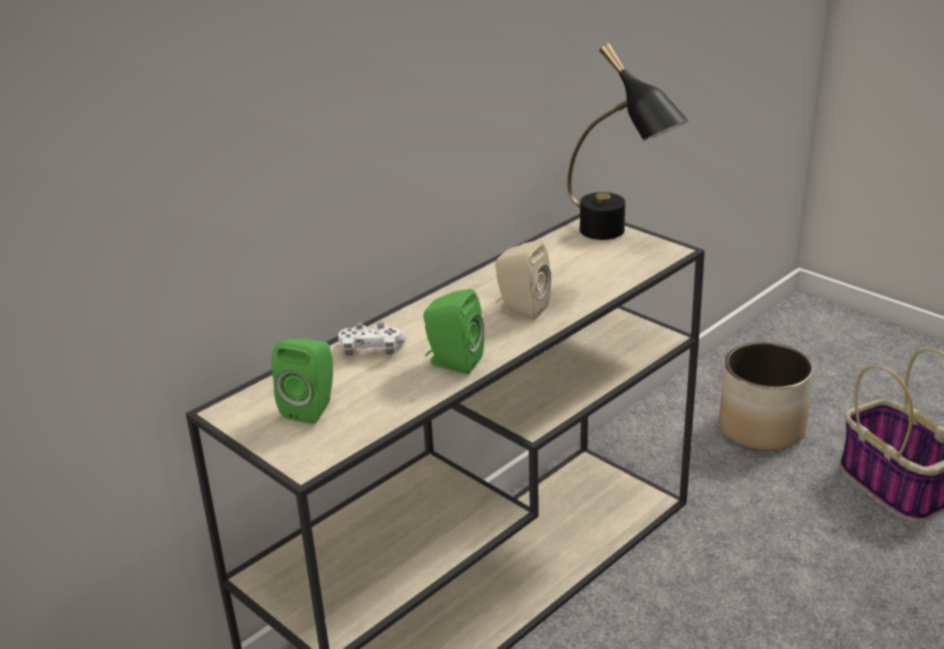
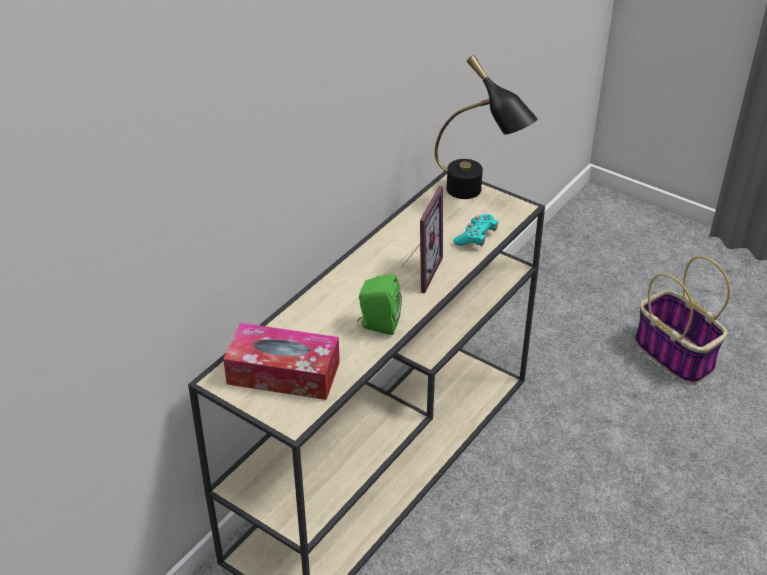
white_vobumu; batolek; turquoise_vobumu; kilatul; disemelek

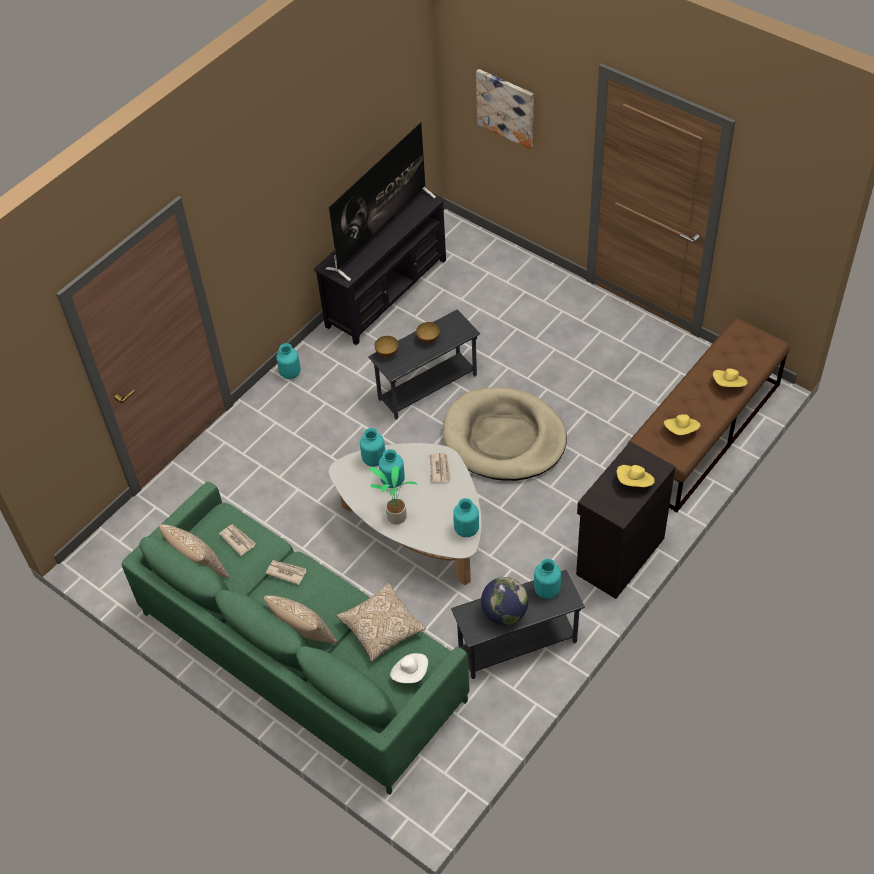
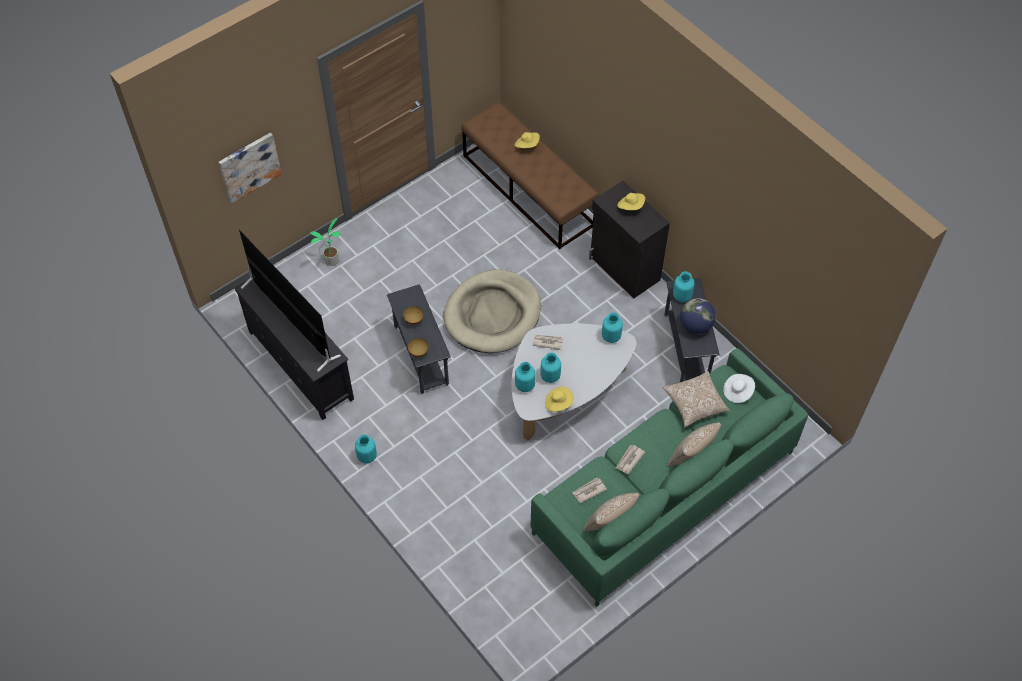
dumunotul; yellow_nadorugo (no. 2 from left)

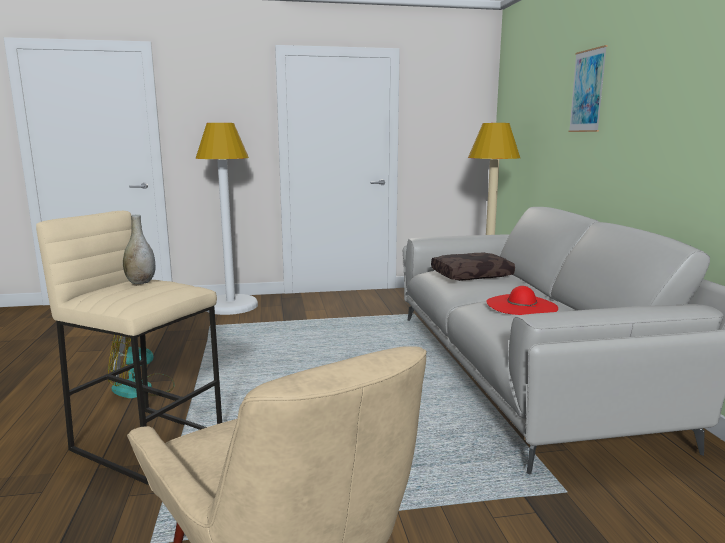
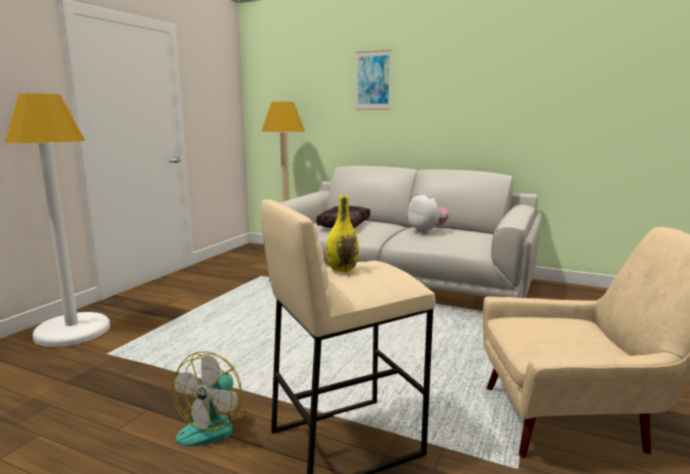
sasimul; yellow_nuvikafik

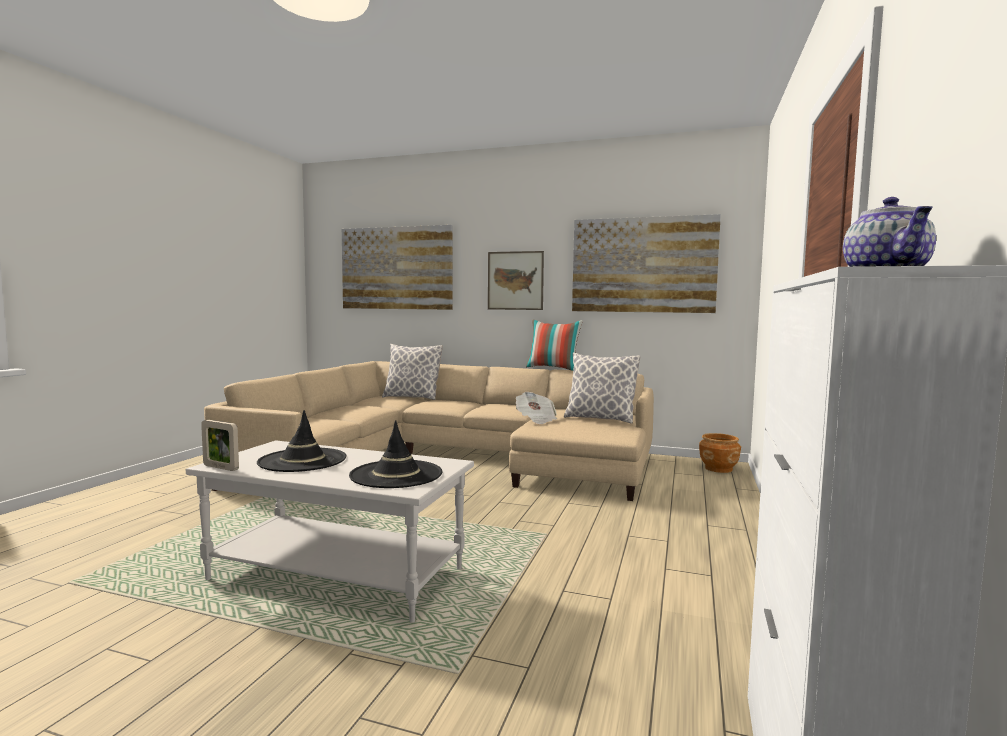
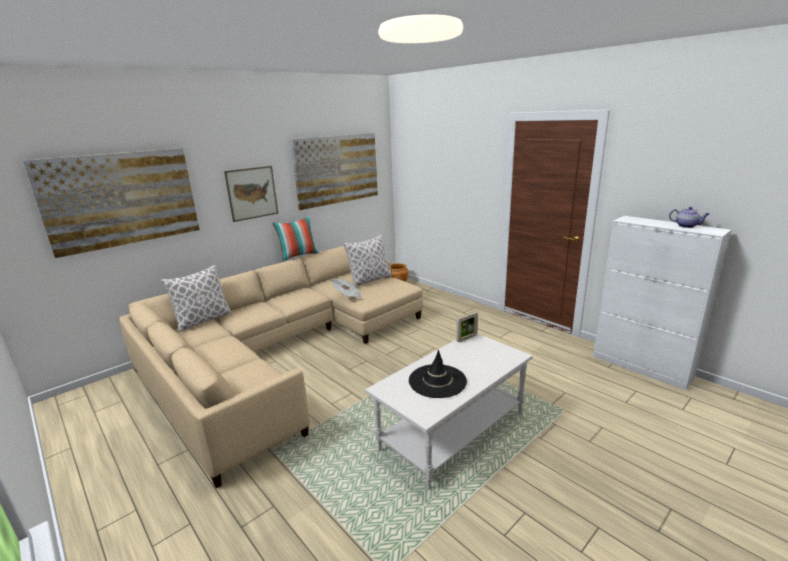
black_nadorugo (no. 2 from left in the first image); disemelek

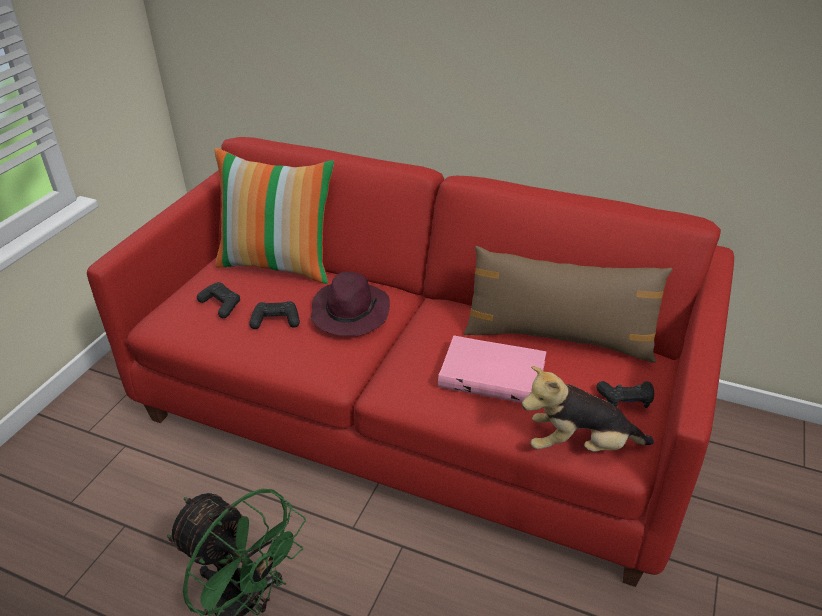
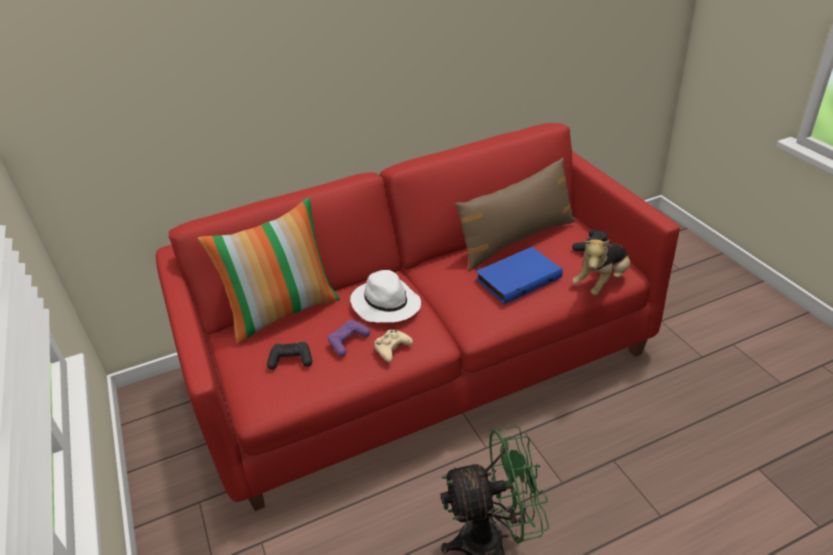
beige_vobumu; purple_vobumu; white_nadorugo; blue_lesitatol

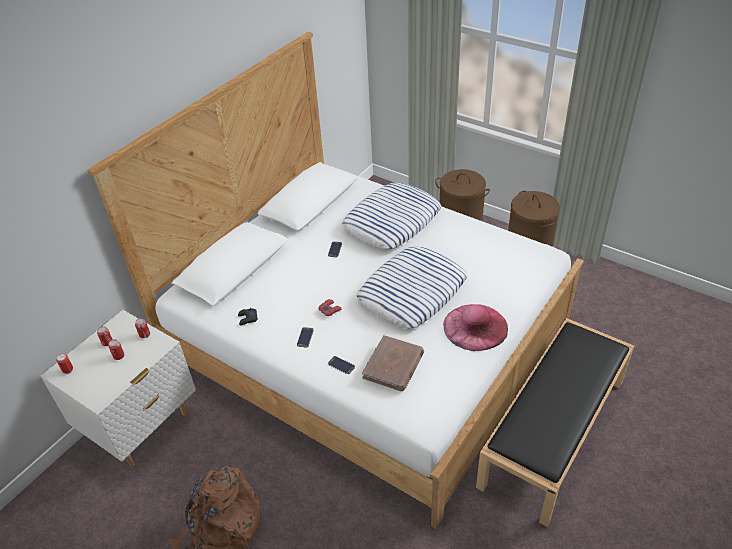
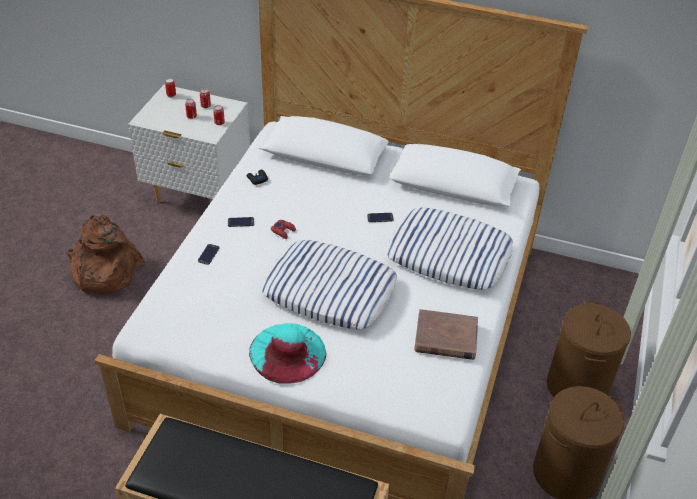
brown_lesitatol; turquoise_nadorugo

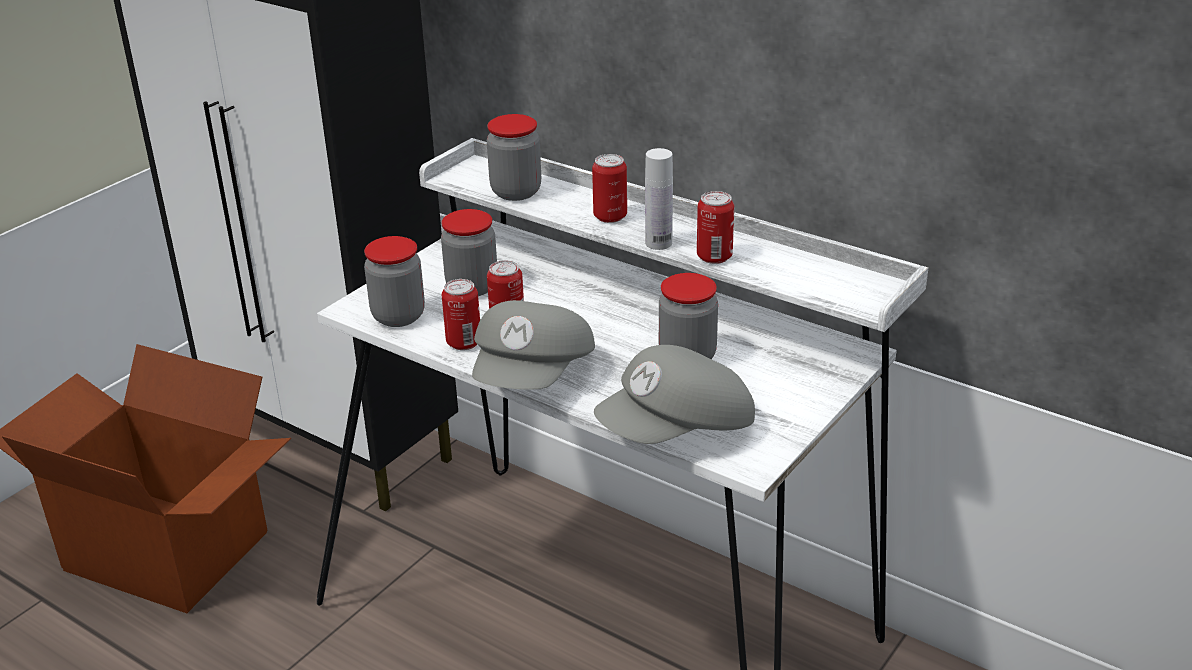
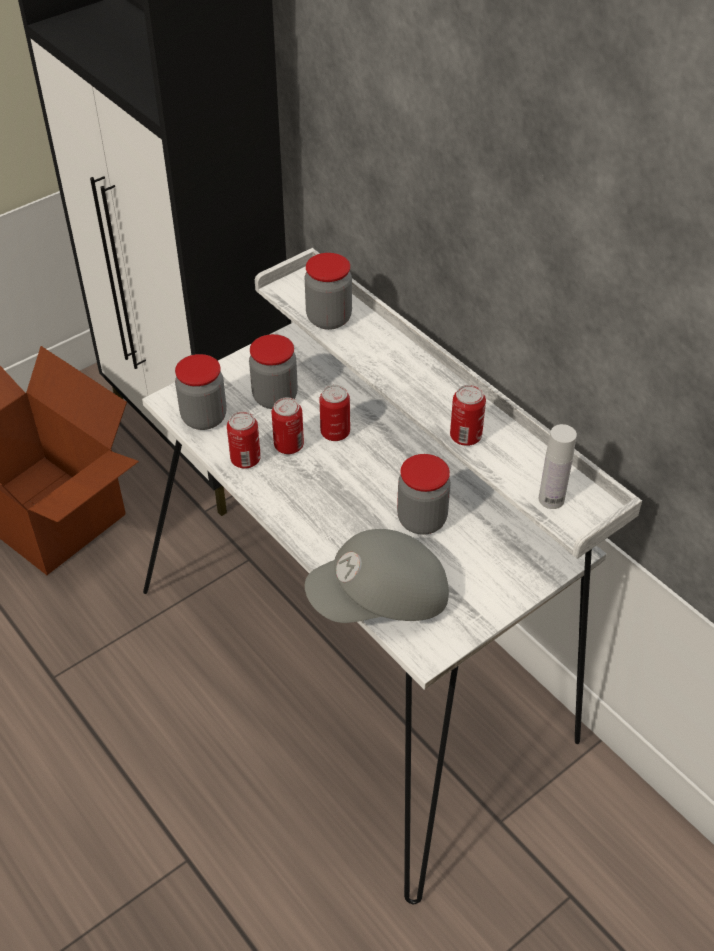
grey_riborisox (no. 1 from left in the first image); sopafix (no. 3 from left); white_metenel

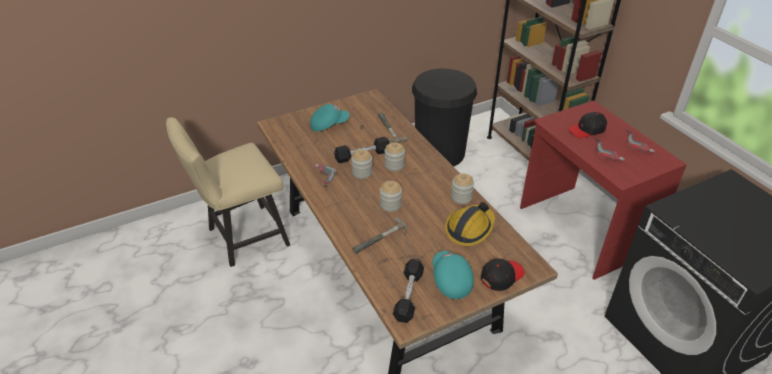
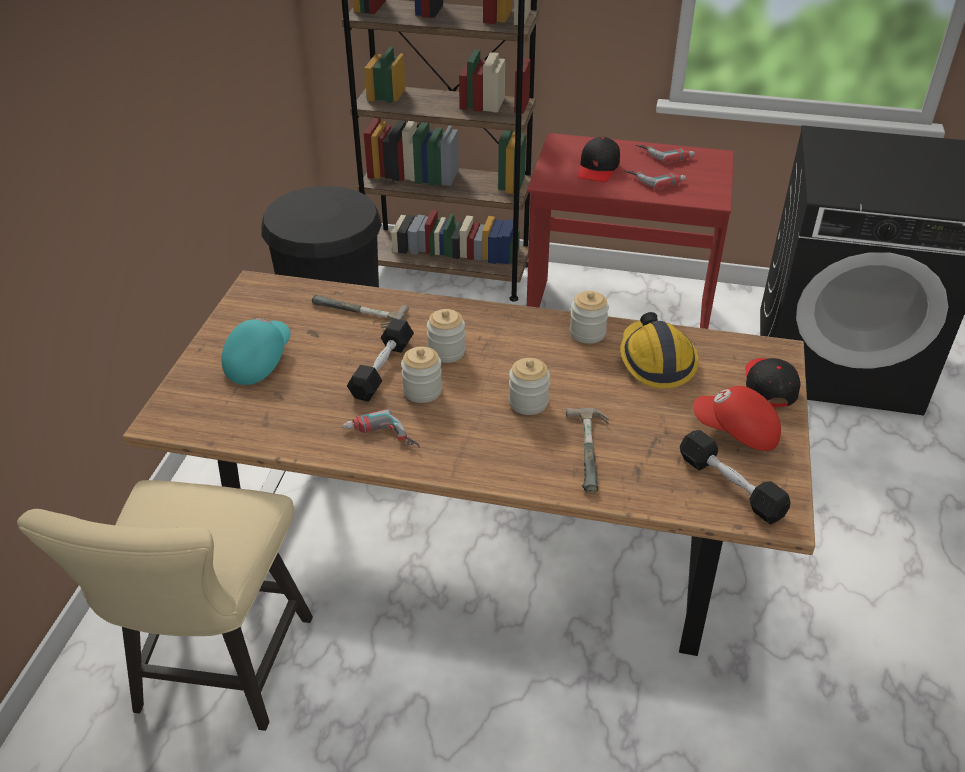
red_riborisox

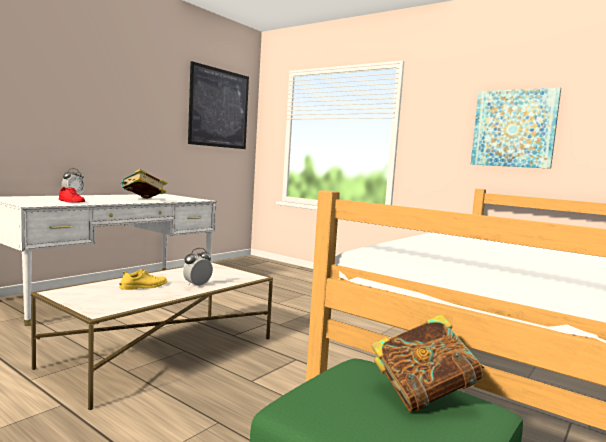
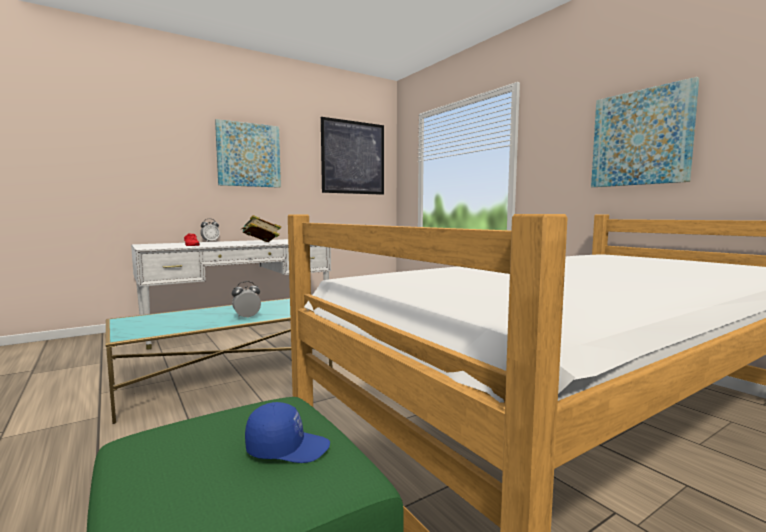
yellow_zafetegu; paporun (no. 1 from left); blue_riborisox; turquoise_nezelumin

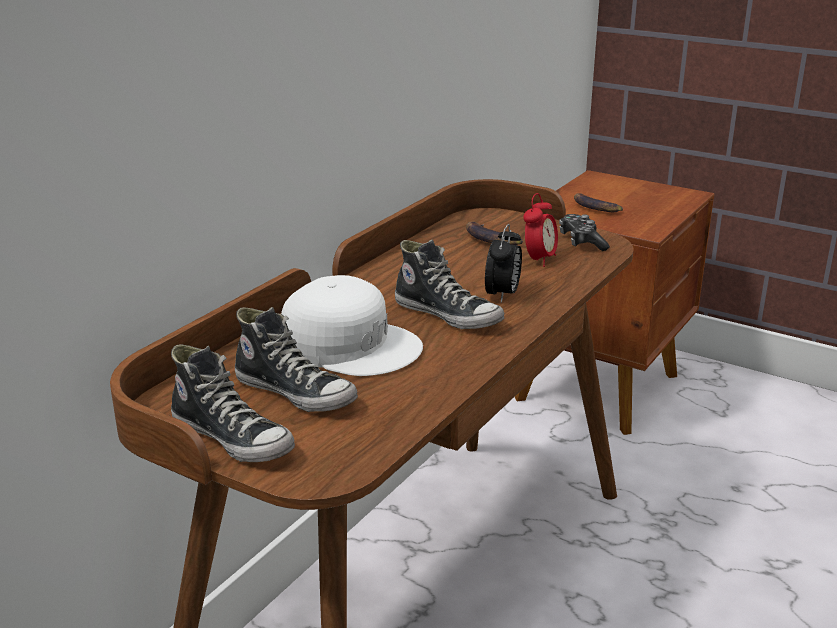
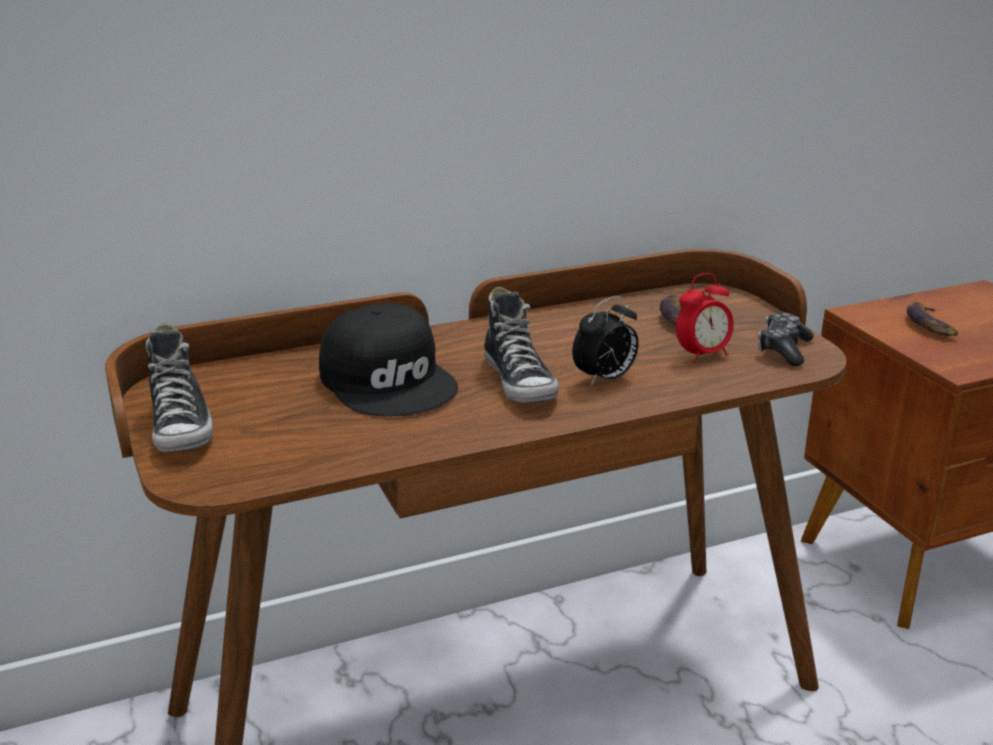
zafetegu (no. 2 from left in the first image); black_riborisox

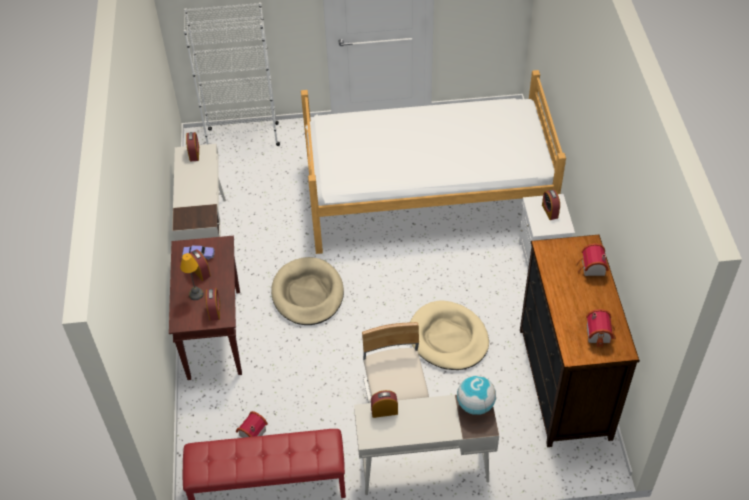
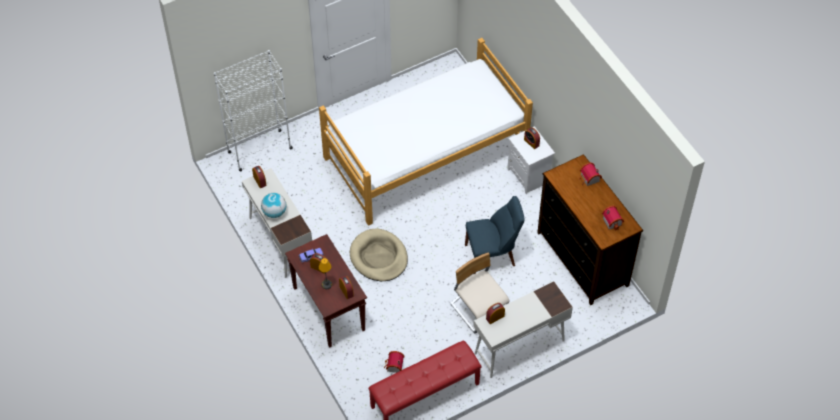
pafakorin; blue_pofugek

